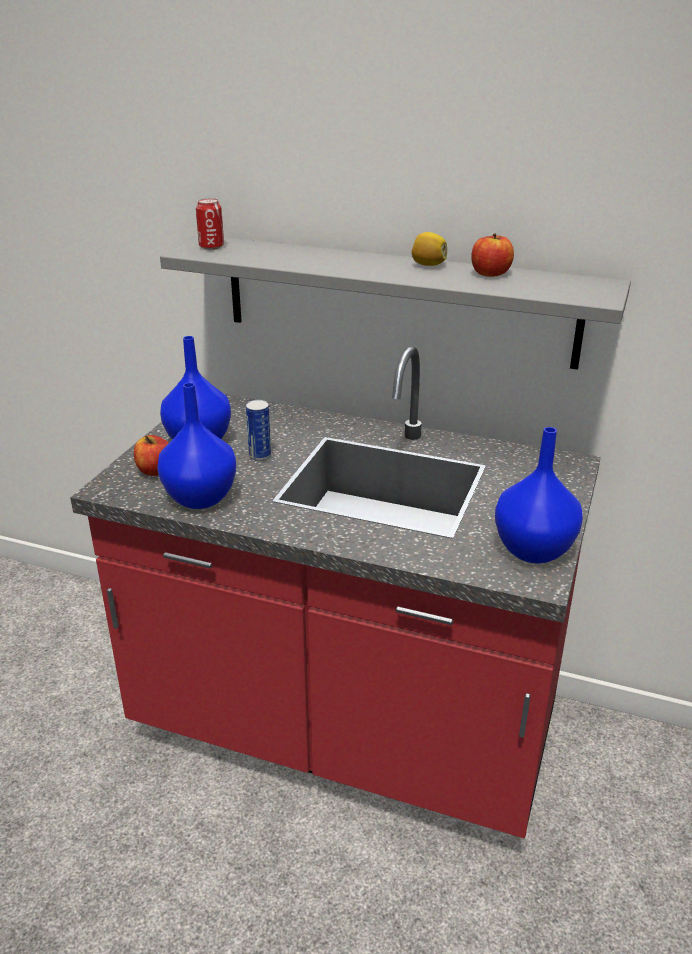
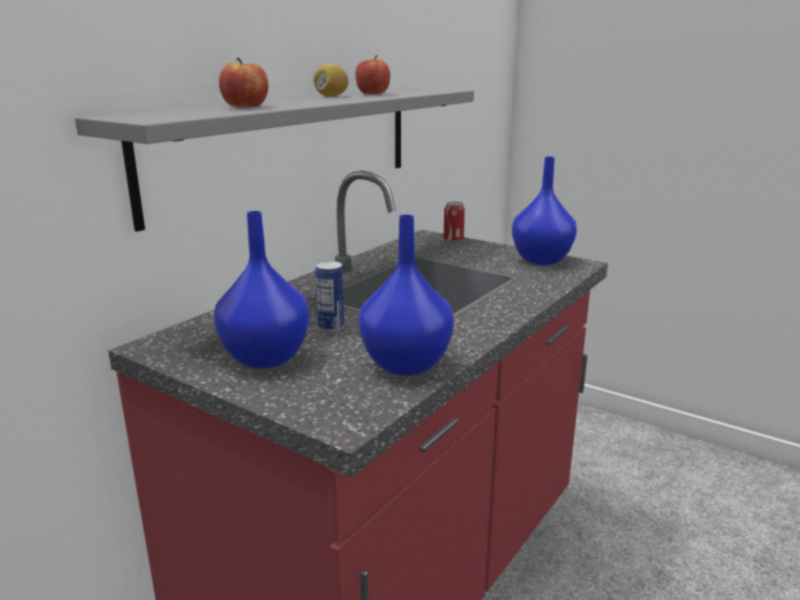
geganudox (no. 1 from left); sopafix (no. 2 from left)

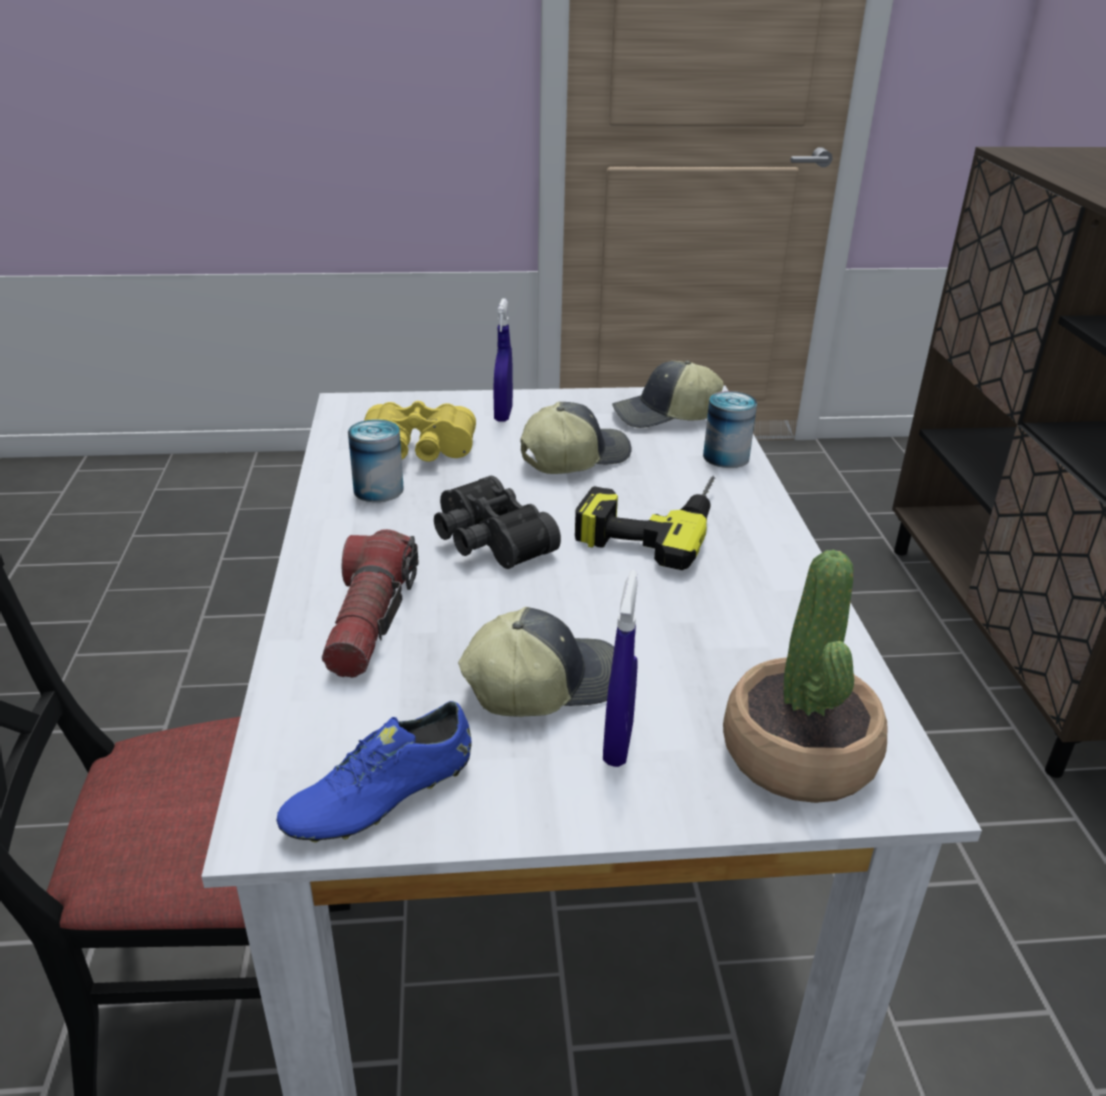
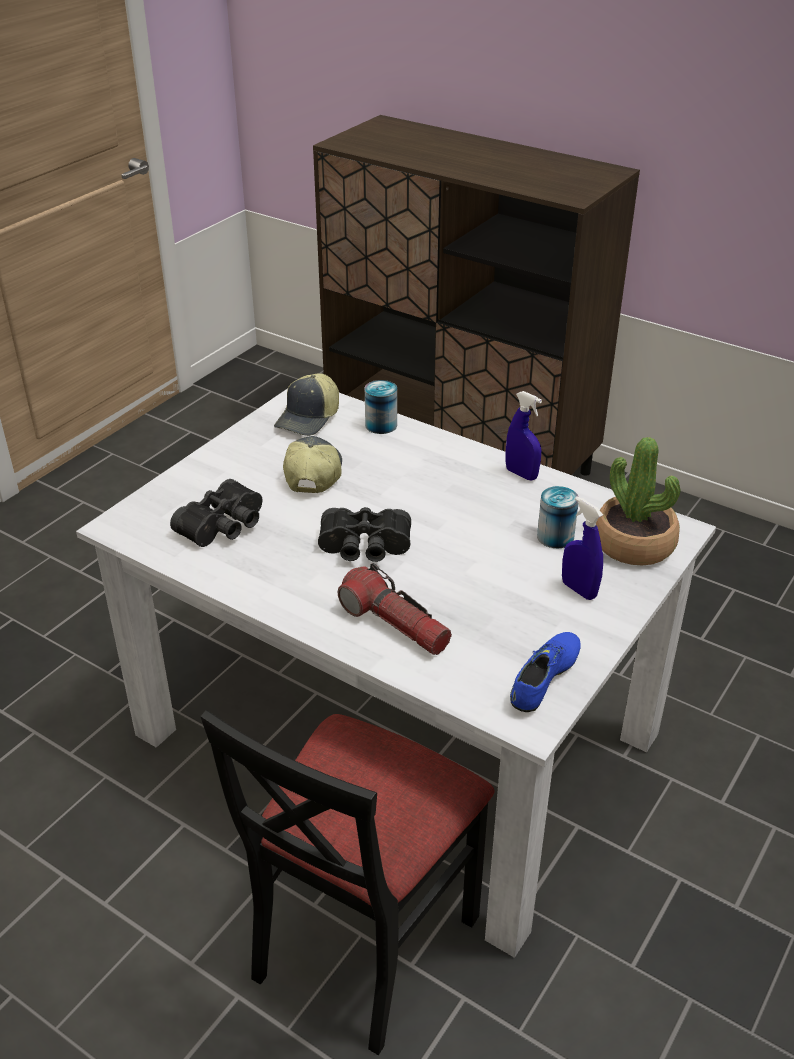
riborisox (no. 1 from left in the first image); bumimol; sopafix (no. 2 from left); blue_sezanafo (no. 1 from left); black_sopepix (no. 1 from left); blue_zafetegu

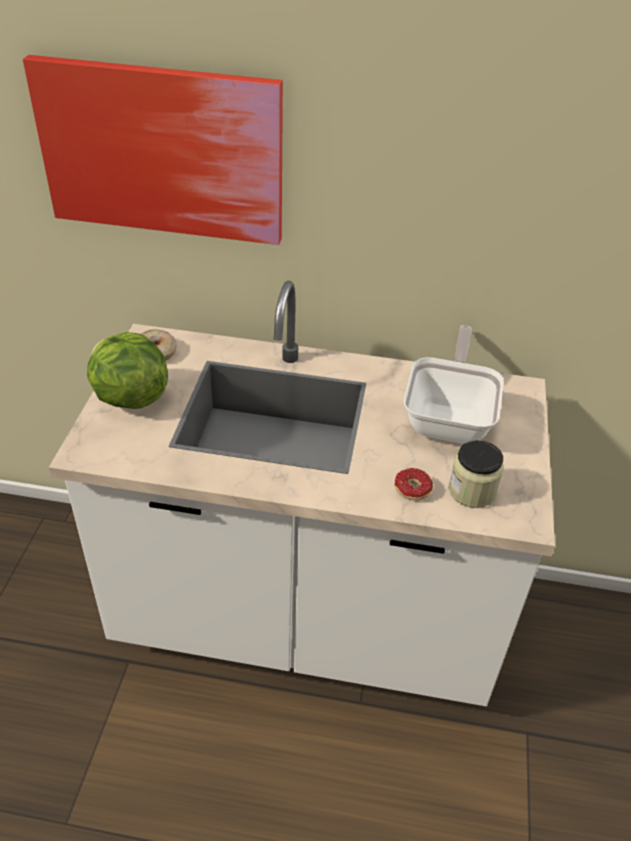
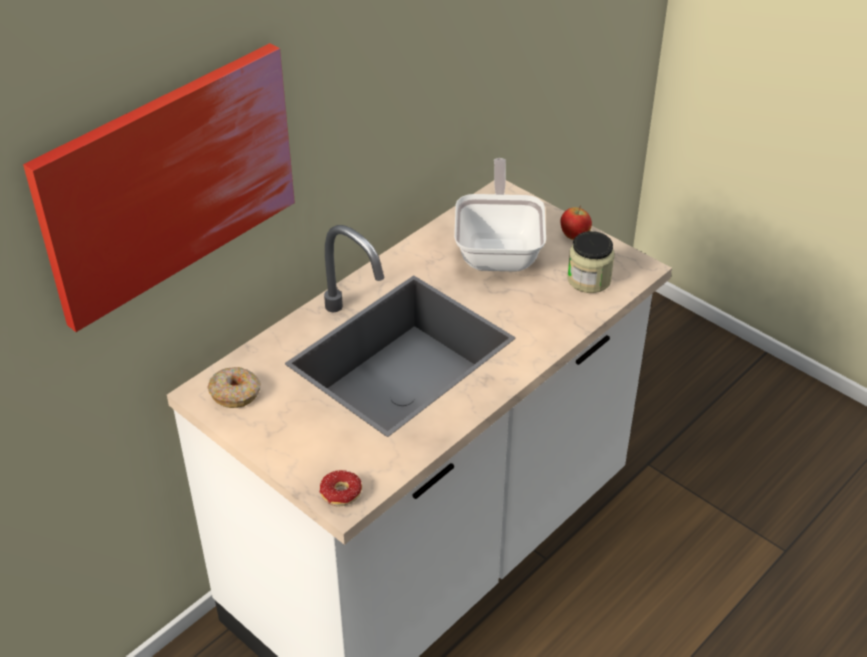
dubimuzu; geganudox; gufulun (no. 2 from left); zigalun

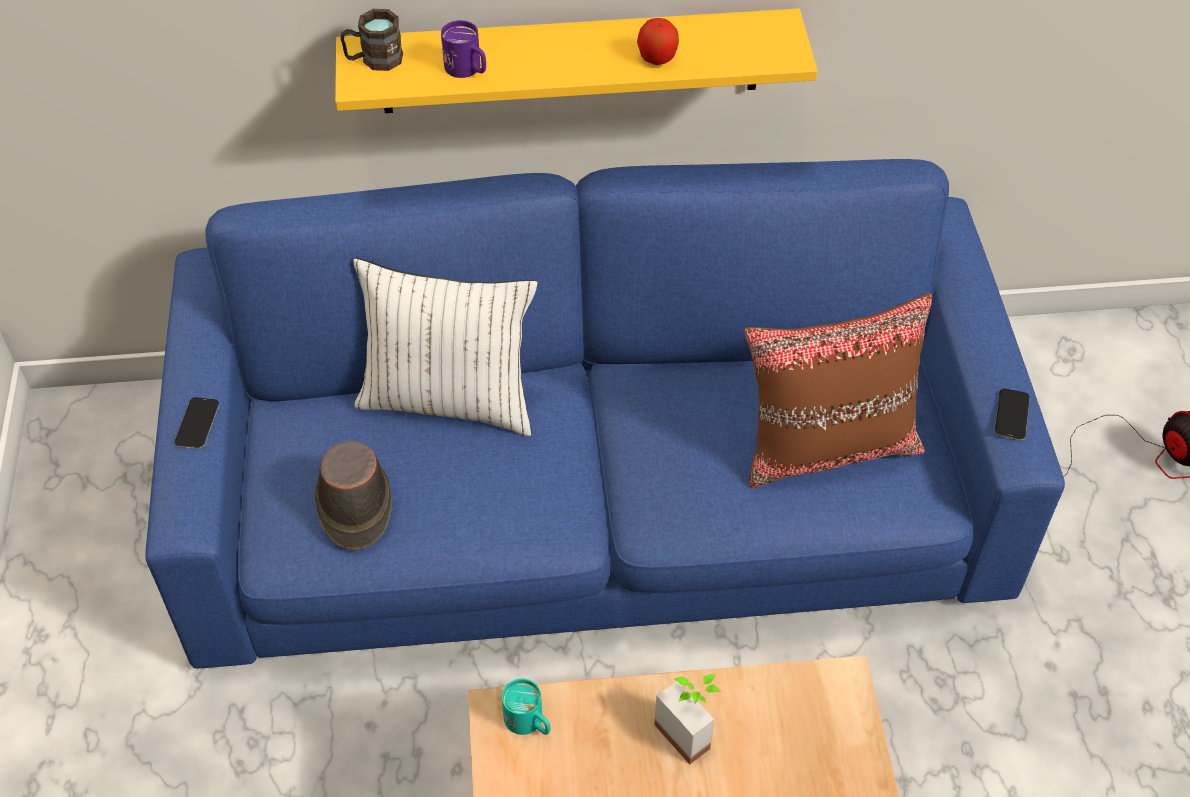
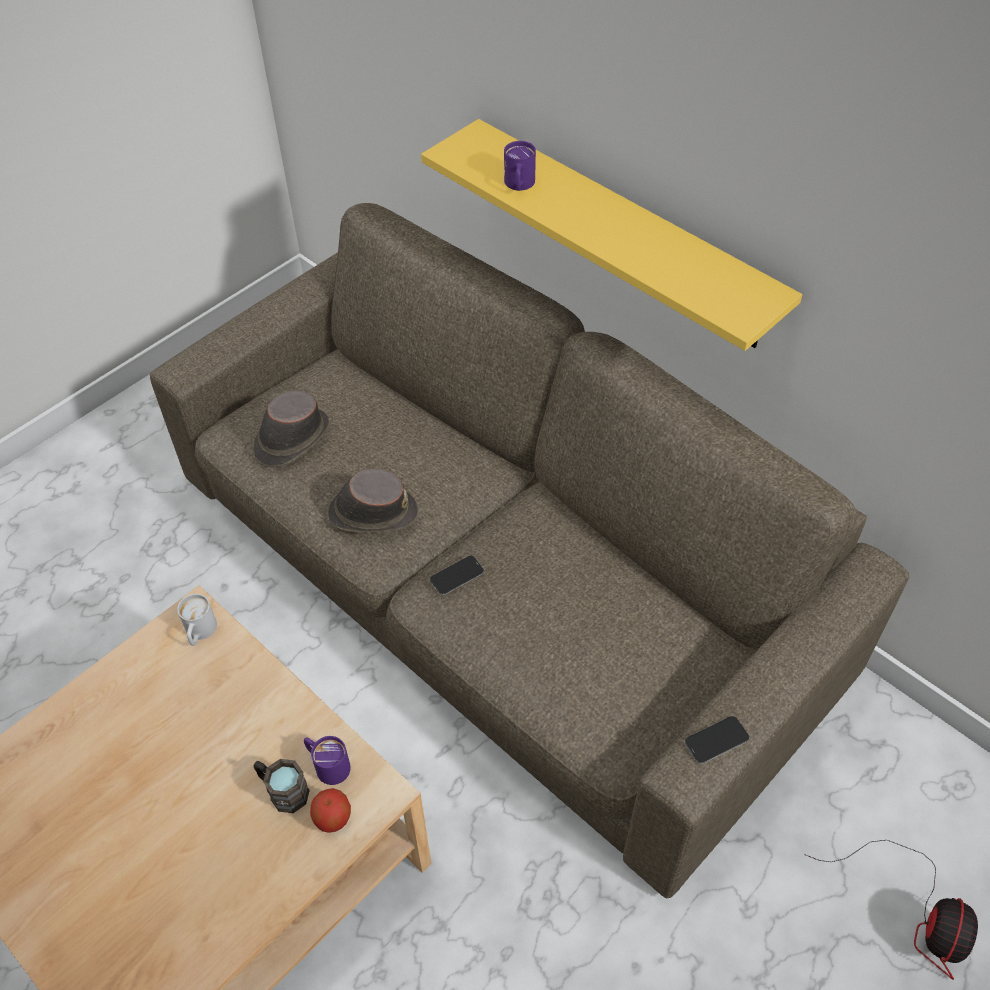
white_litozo; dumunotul; brown_litozo; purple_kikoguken (no. 1 from left); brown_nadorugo (no. 2 from left); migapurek (no. 1 from left); brown_kikoguken; geganudox; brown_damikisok; white_kikoguken

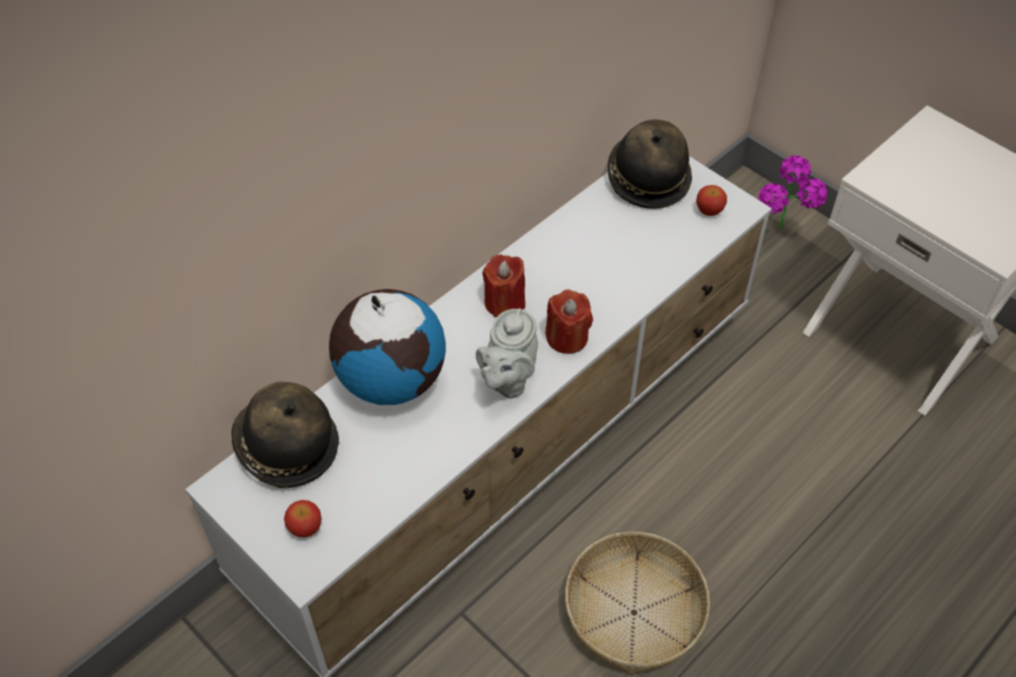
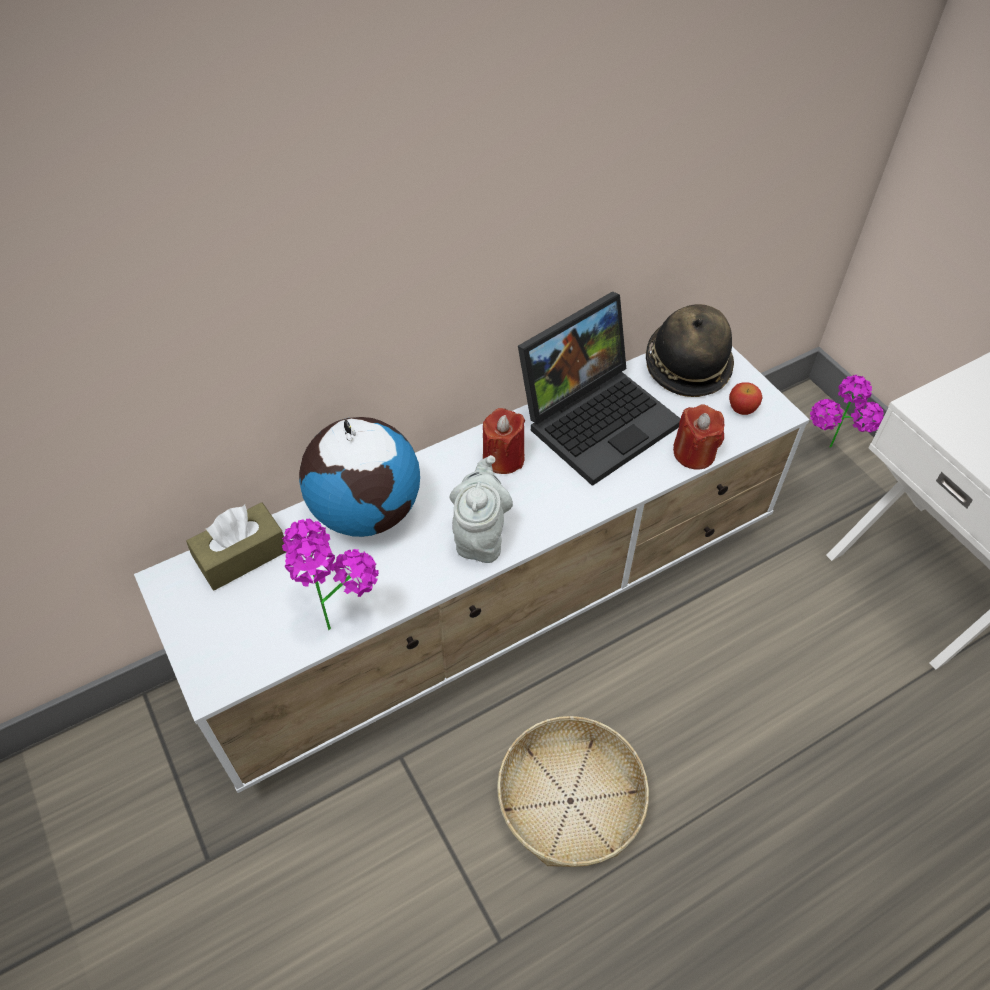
geganudox (no. 1 from left in the first image); dumunotul (no. 1 from left); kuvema; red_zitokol (no. 2 from left); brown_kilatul; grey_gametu

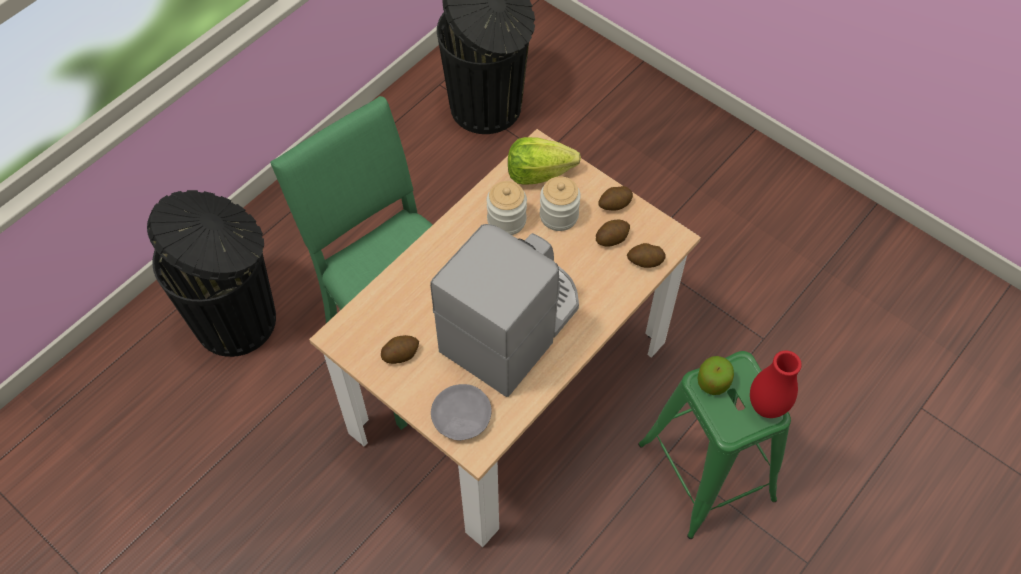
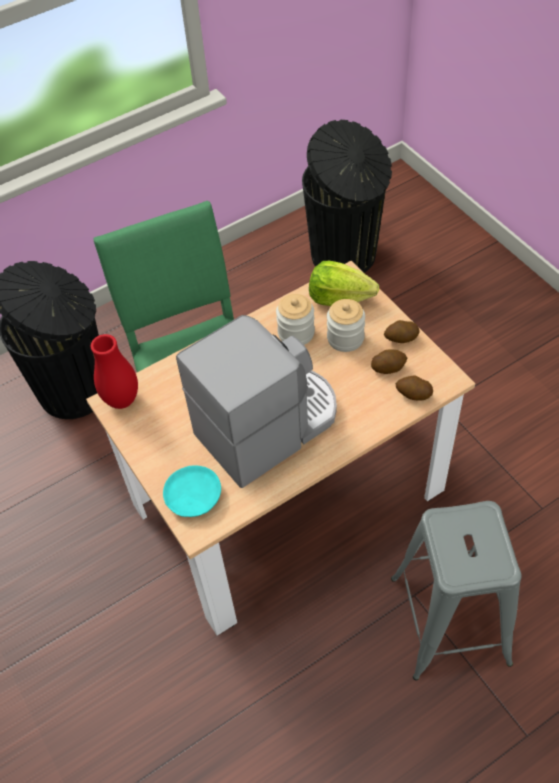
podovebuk (no. 1 from left in the first image); geganudox; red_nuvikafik; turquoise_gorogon; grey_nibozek

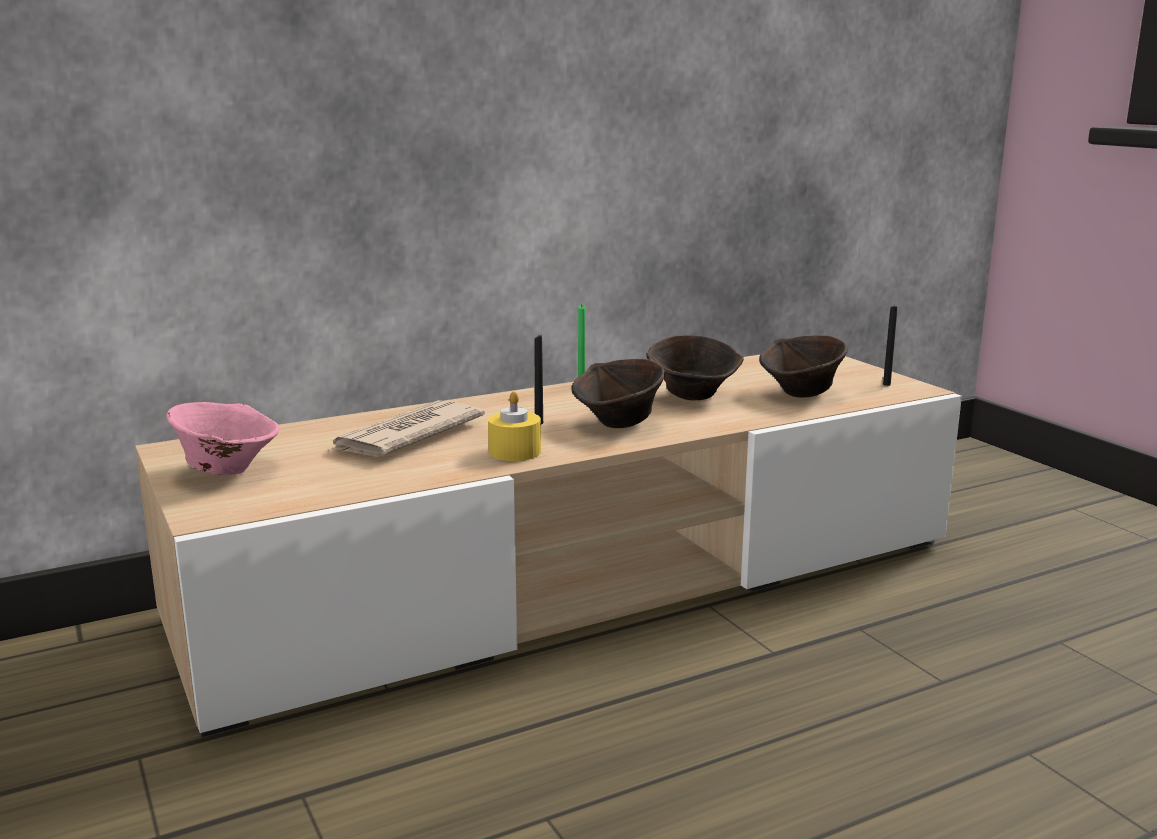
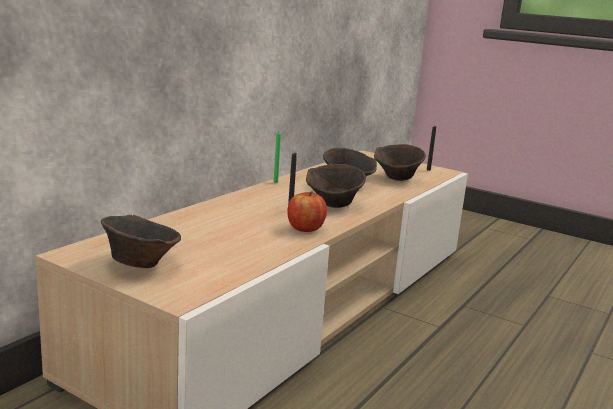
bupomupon; geganudox; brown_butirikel (no. 1 from left)

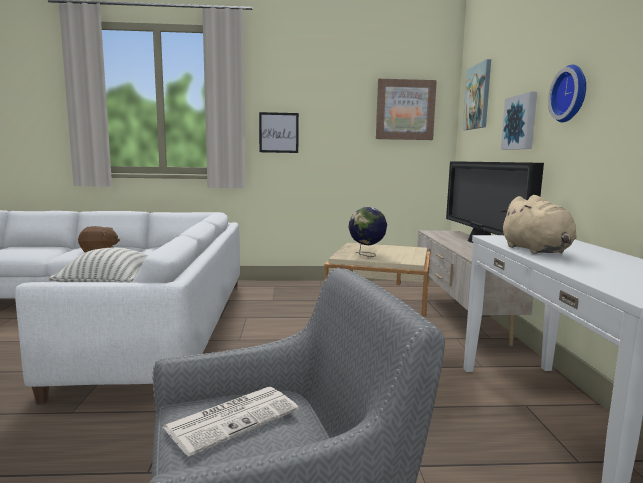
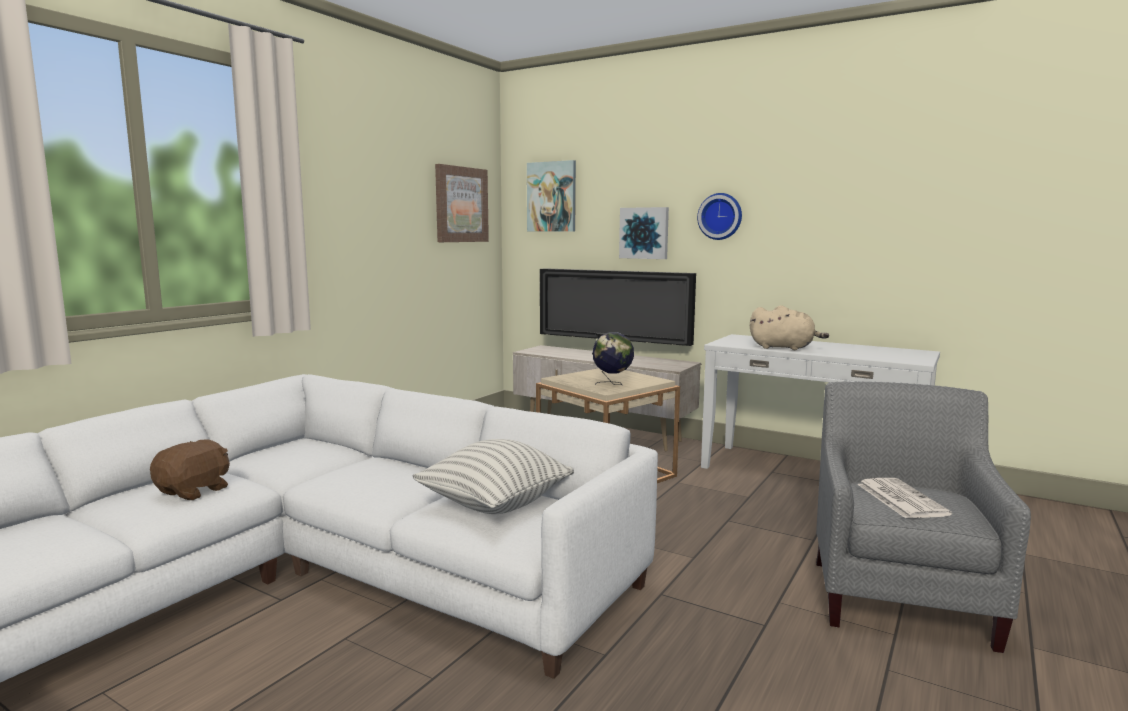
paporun (no. 1 from left in the first image)

